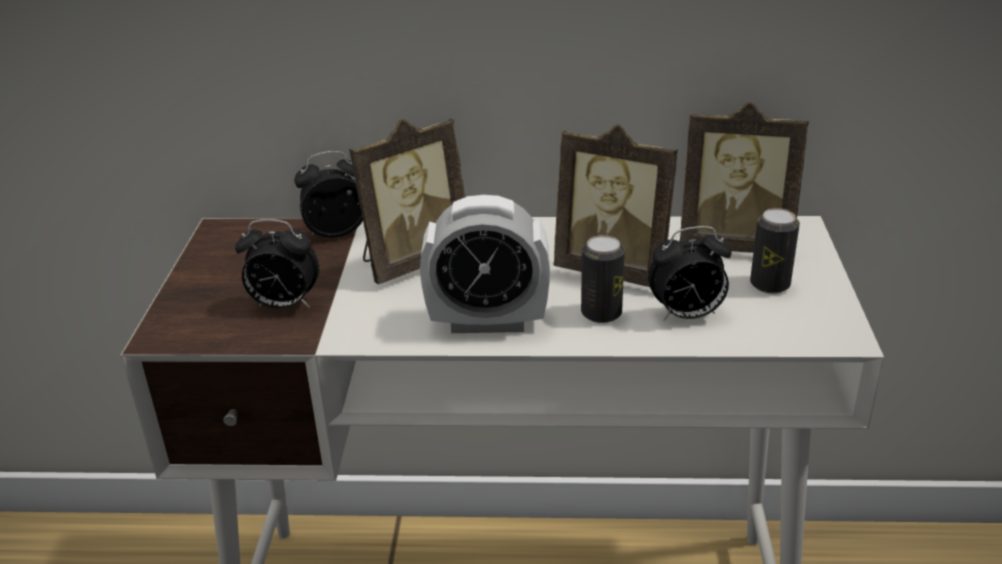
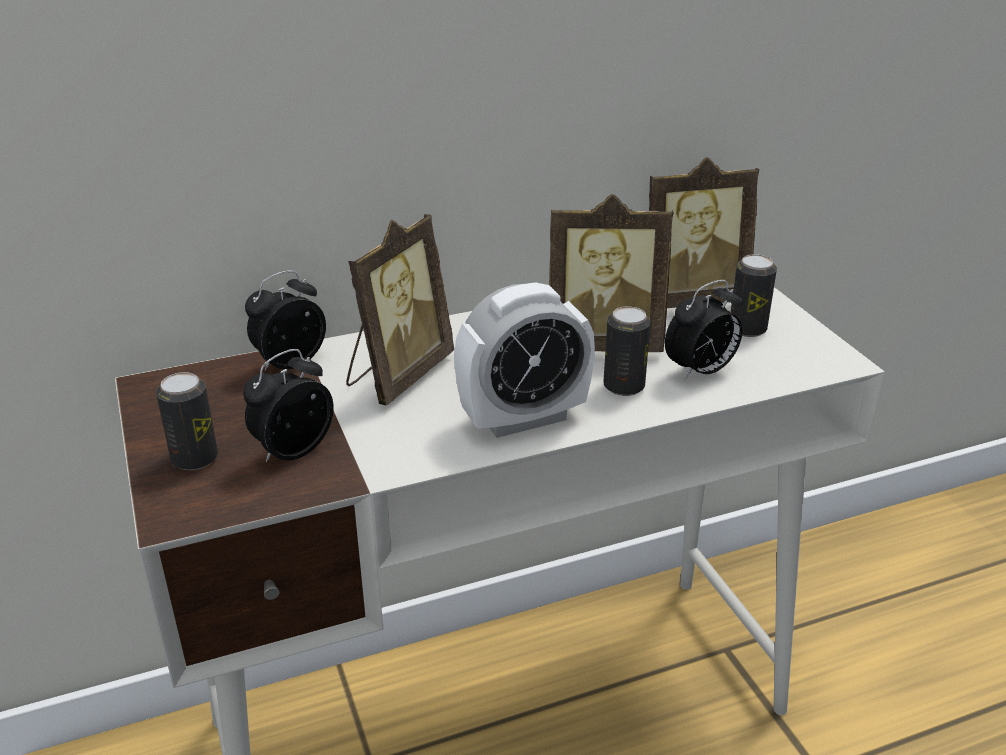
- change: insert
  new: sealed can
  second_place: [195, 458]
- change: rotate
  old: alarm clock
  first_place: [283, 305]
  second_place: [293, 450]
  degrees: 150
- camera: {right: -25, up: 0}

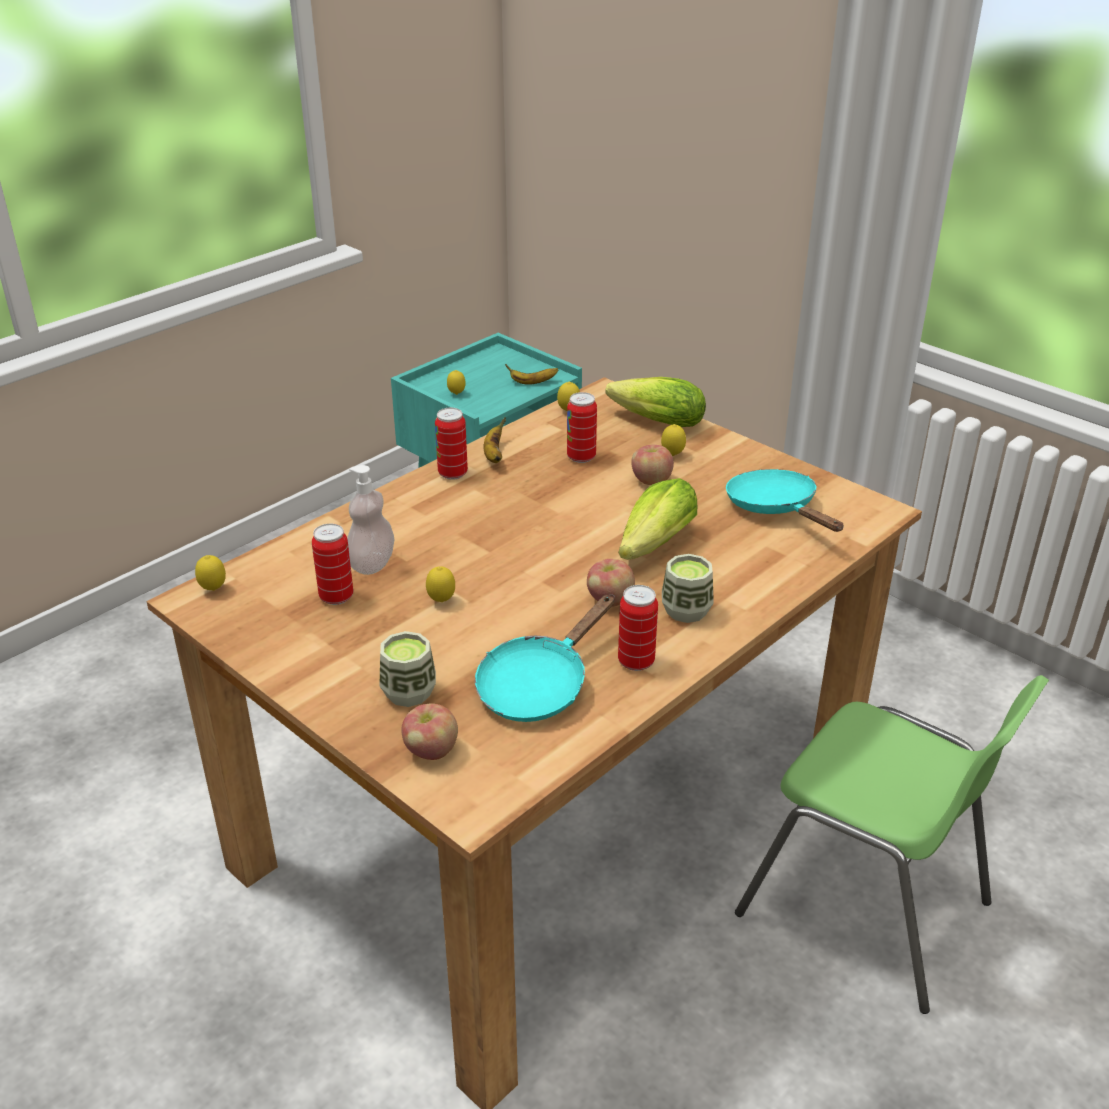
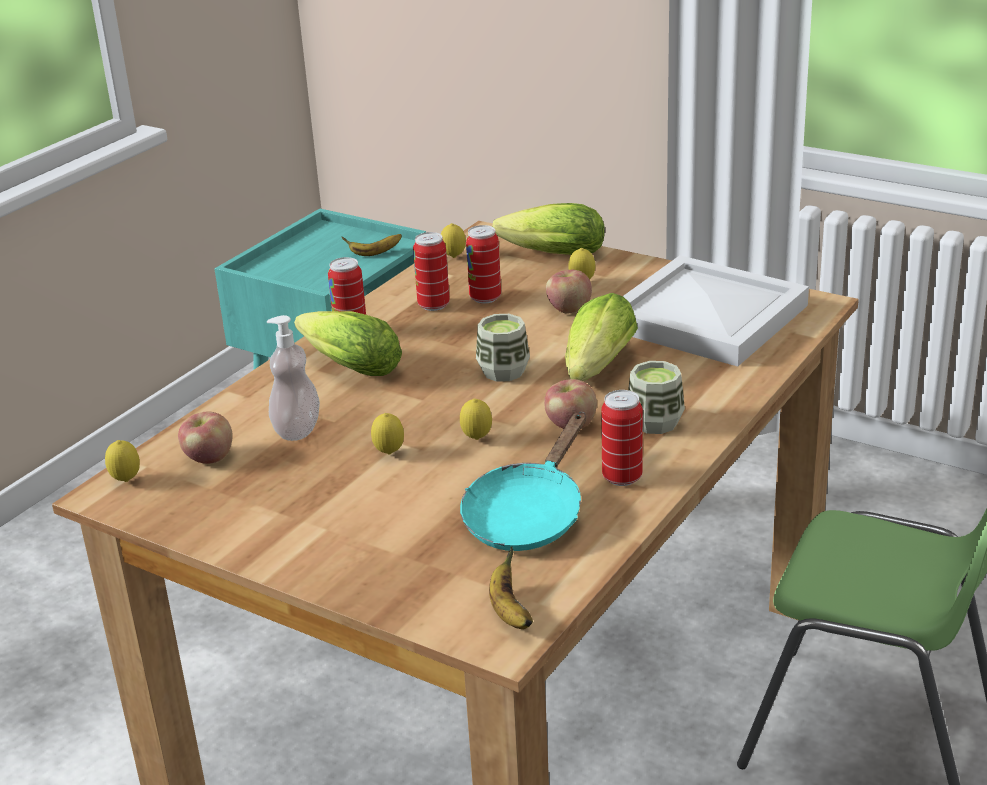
- change: insert
  new: lettuce
  second_place: [347, 366]
- change: move
  old: sealed can
  first_place: [336, 597]
  second_place: [433, 305]
- change: move
  old: cup
  first_place: [408, 692]
  second_place: [503, 371]
- change: move
  old: apple fruit
  first_place: [431, 751]
  second_place: [209, 458]
- change: move
  old: lemon
  first_place: [456, 394]
  second_place: [477, 439]
- change: move
  old: banana fruit
  first_place: [494, 455]
  second_place: [509, 612]
- change: replace
  old: blue-green frying pan
  new: white serving tray
  first_place: [776, 508]
  second_place: [710, 316]
- camera: {right: -10, up: -5}

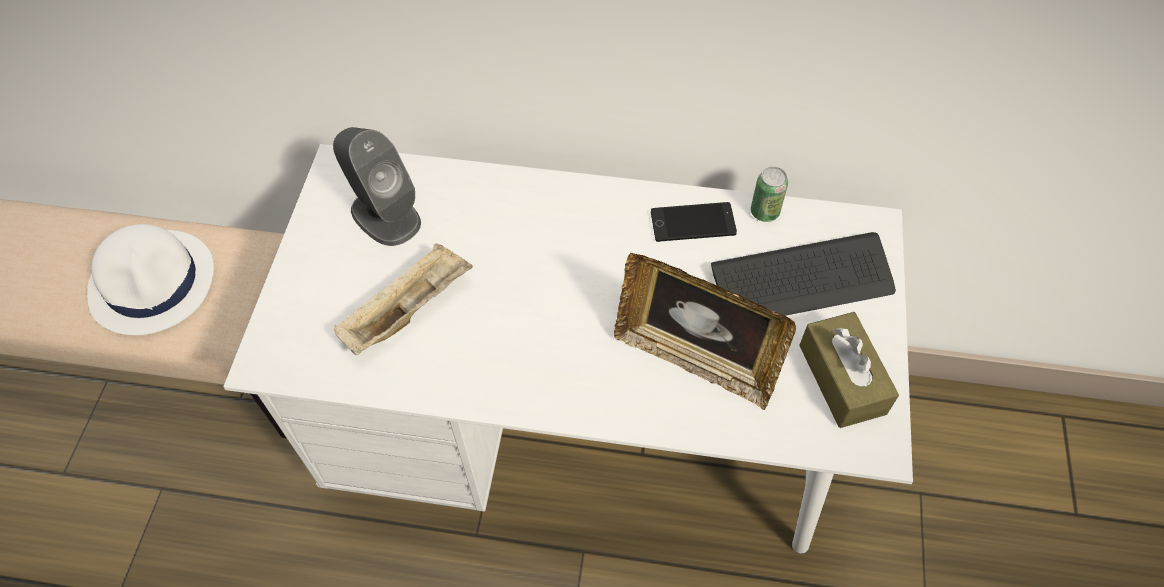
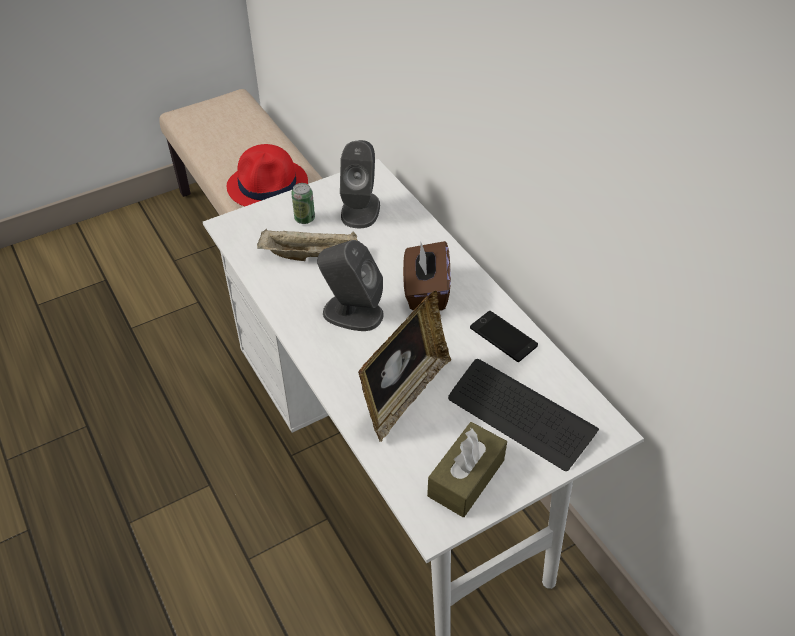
- change: insert
  new: gray speaker
  second_place: [352, 313]
- change: insert
  new: brown box of tissues
  second_place: [425, 291]
- change: move
  old: sealed can
  first_place: [764, 212]
  second_place: [304, 218]
- change: recolor
  old: white hat
  new: reddish hat
  first_place: [153, 282]
  second_place: [268, 185]
- change: rotate
  old: picture frame
  first_place: [695, 359]
  second_place: [404, 395]
  degrees: -135
- camera: {right: 50, up: -10}

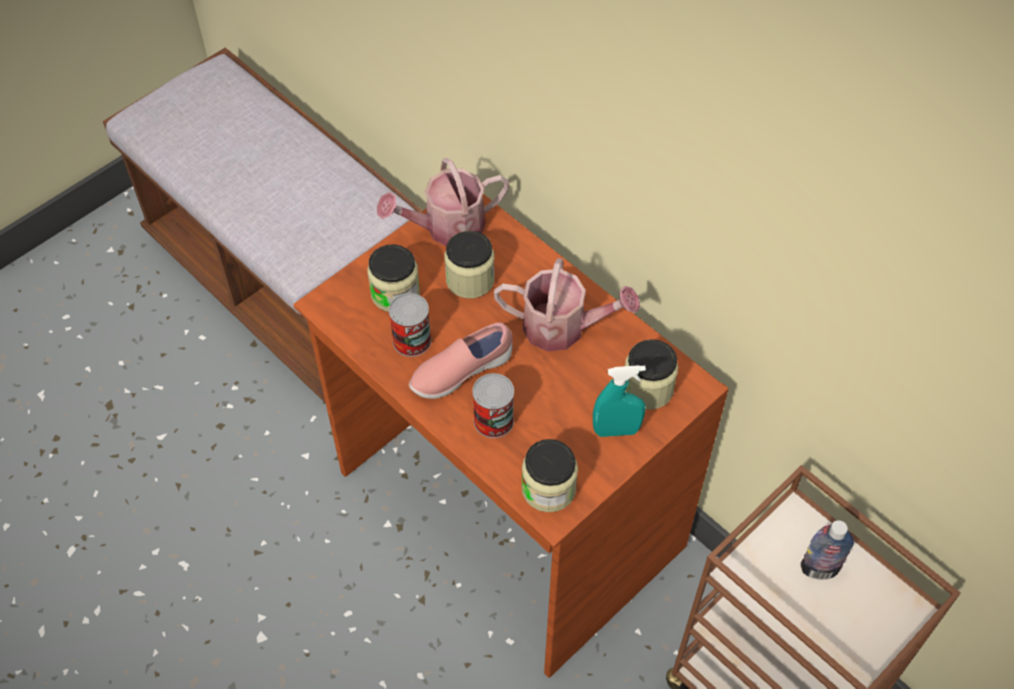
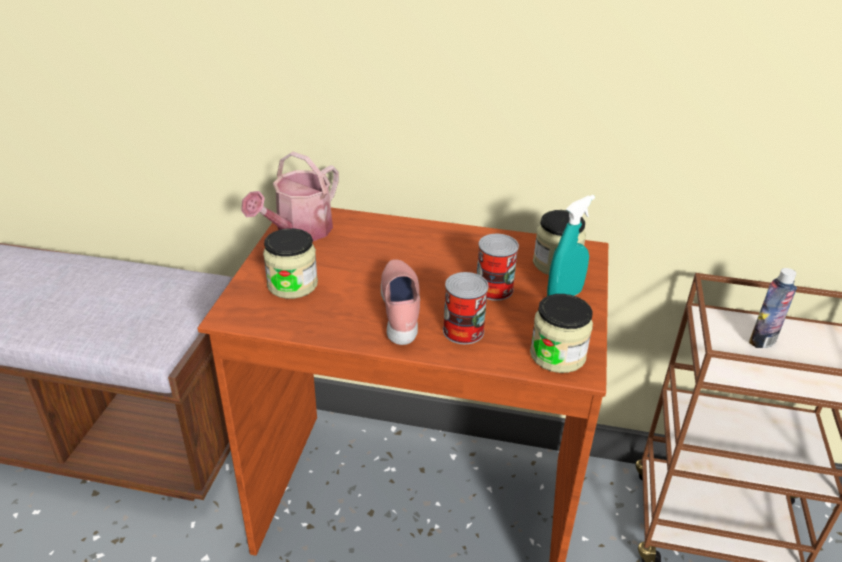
- change: delete
  old: jar
  first_place: [470, 280]
- change: delete
  old: watering can
  first_place: [563, 328]
- change: move
  old: sealed can
  first_place: [412, 340]
  second_place: [494, 289]
- change: rotate
  old: pink-coloured low shoe
  first_place: [460, 372]
  second_place: [401, 311]
  degrees: 150
- camera: {right: -35, up: -20}

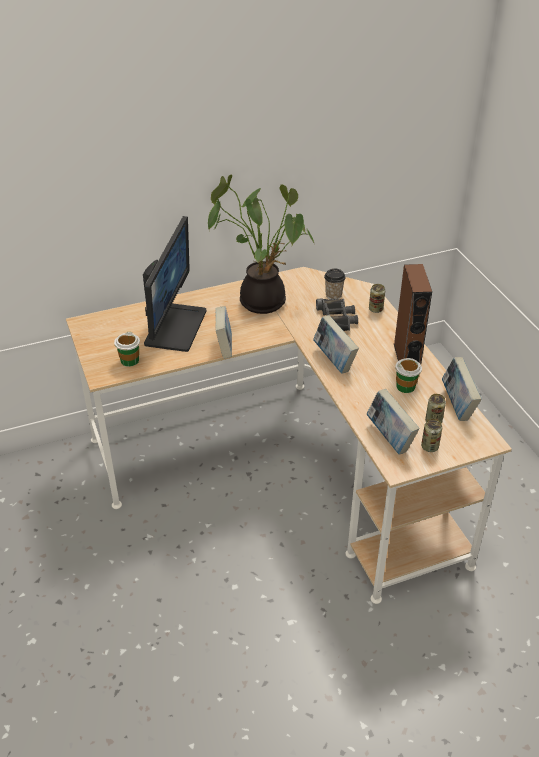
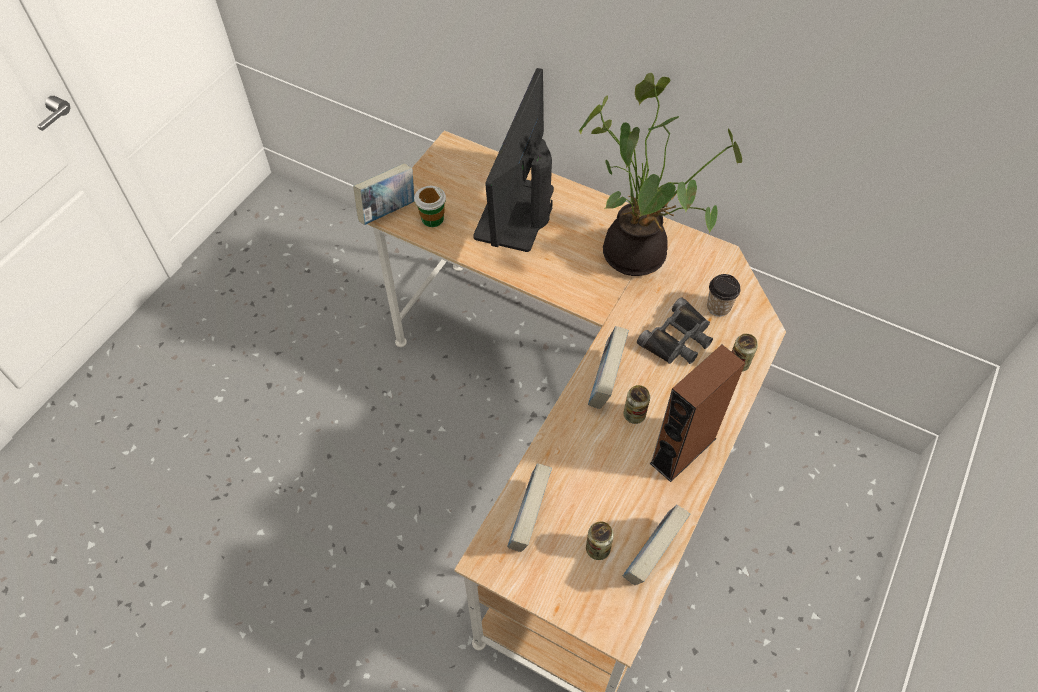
- change: delete
  old: cup
  first_place: [405, 386]
- change: move
  old: volume
  first_place: [224, 347]
  second_place: [388, 211]
- change: move
  old: sealed can
  first_place: [429, 447]
  second_place: [634, 415]
- change: rotate
  old: computer screen
  first_place: [174, 326]
  second_place: [516, 214]
  degrees: 135
- camera: {right: 50, up: 15}

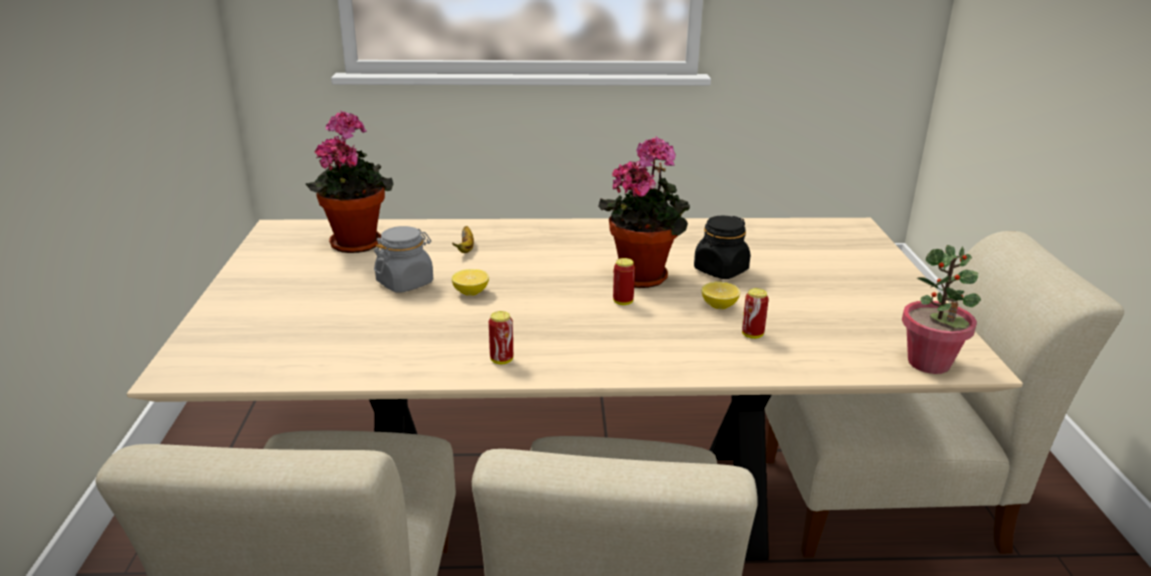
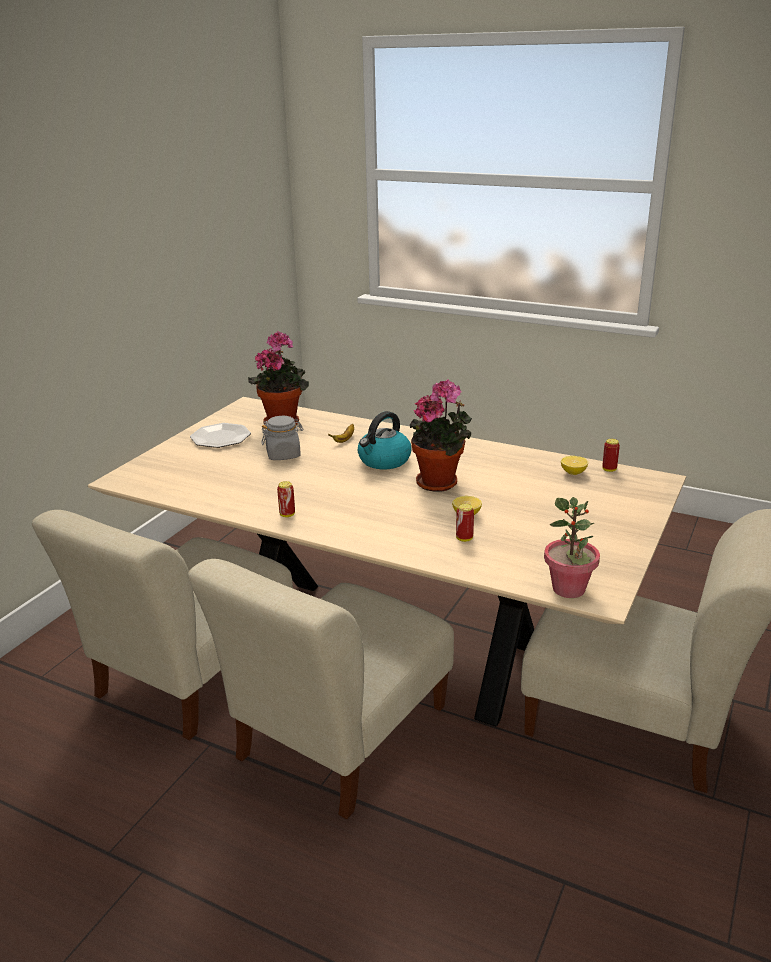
- change: delete
  old: black-coloured jar
  first_place: [720, 270]
- change: insert
  new: plate
  second_place: [220, 437]
- change: insert
  new: water kettle
  second_place: [384, 461]
- change: move
  old: lemon
  first_place: [471, 292]
  second_place: [573, 472]
- change: move
  old: sealed can
  first_place: [623, 302]
  second_place: [609, 469]
- camera: {right: 30, up: 0}

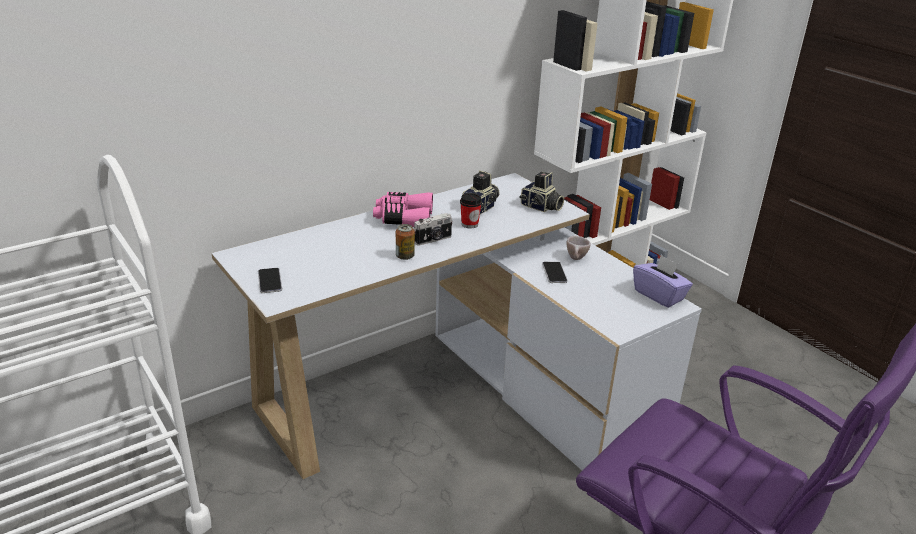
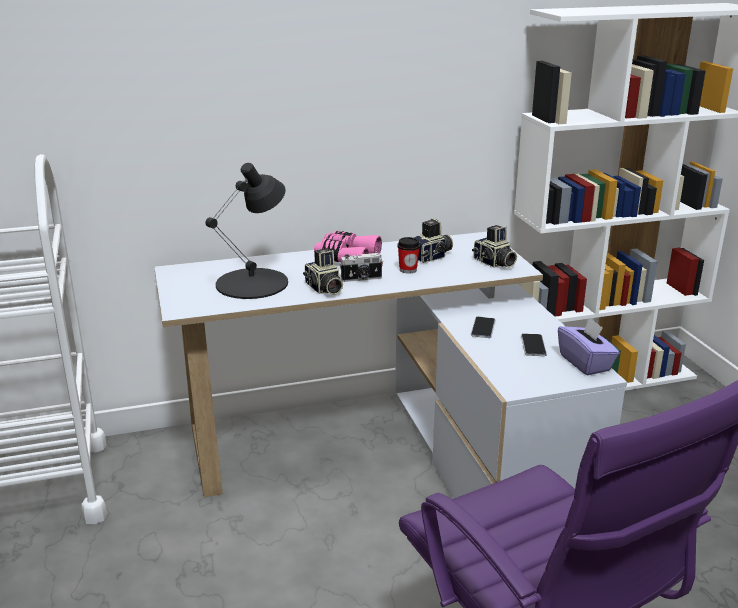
- change: delete
  old: beige-coloured cup
  first_place: [576, 259]
- change: insert
  new: black-coloured table lamp
  second_place: [253, 283]
- change: move
  old: telephone
  first_place: [269, 281]
  second_place: [533, 346]
- change: replace
  old: sealed can
  new: still camera
  first_place: [405, 256]
  second_place: [323, 289]
- camera: {right: 20, up: -5}

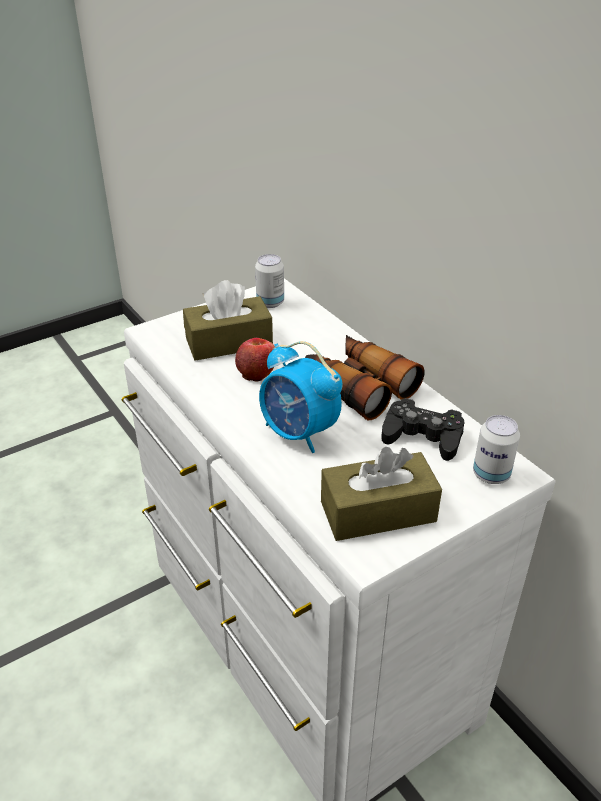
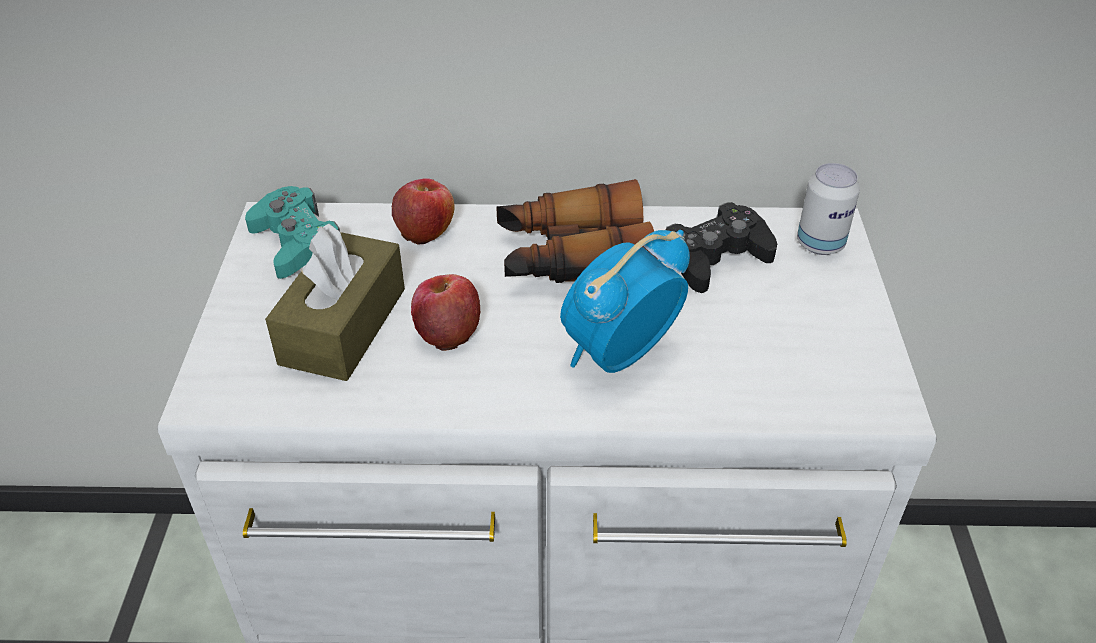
- change: delete
  old: brown box of tissues
  first_place: [378, 511]
- change: insert
  new: apple fruit
  second_place: [425, 230]
- change: replace
  old: sealed can
  new: blue-green joypad
  first_place: [270, 303]
  second_place: [296, 242]
- change: rotate
  old: alarm clock
  first_place: [299, 433]
  second_place: [618, 354]
  degrees: 150
- camera: {right: -55, up: 5}

